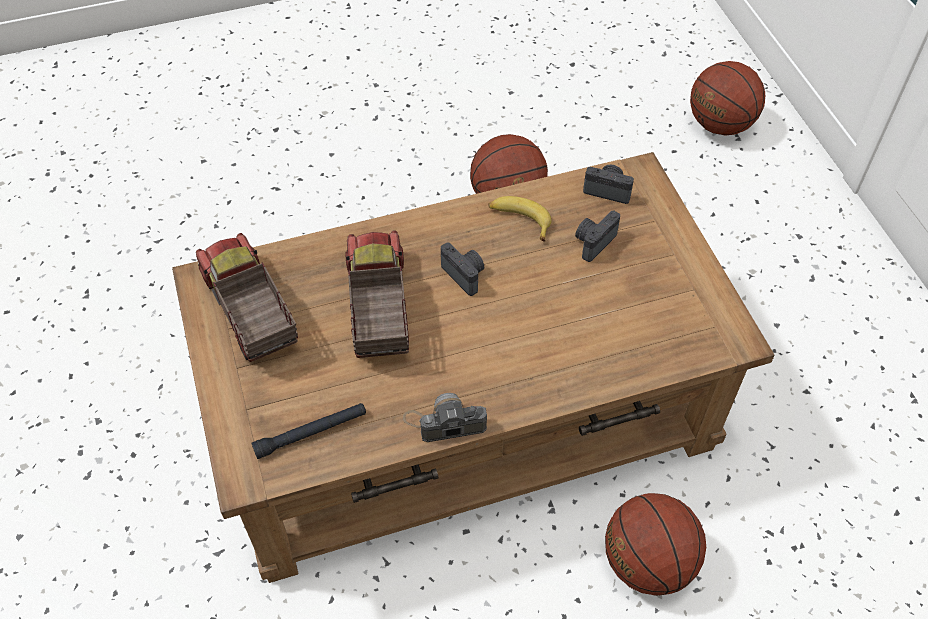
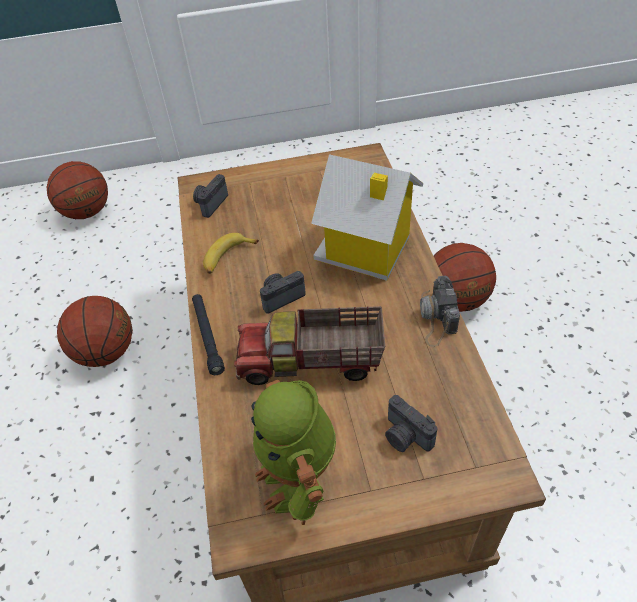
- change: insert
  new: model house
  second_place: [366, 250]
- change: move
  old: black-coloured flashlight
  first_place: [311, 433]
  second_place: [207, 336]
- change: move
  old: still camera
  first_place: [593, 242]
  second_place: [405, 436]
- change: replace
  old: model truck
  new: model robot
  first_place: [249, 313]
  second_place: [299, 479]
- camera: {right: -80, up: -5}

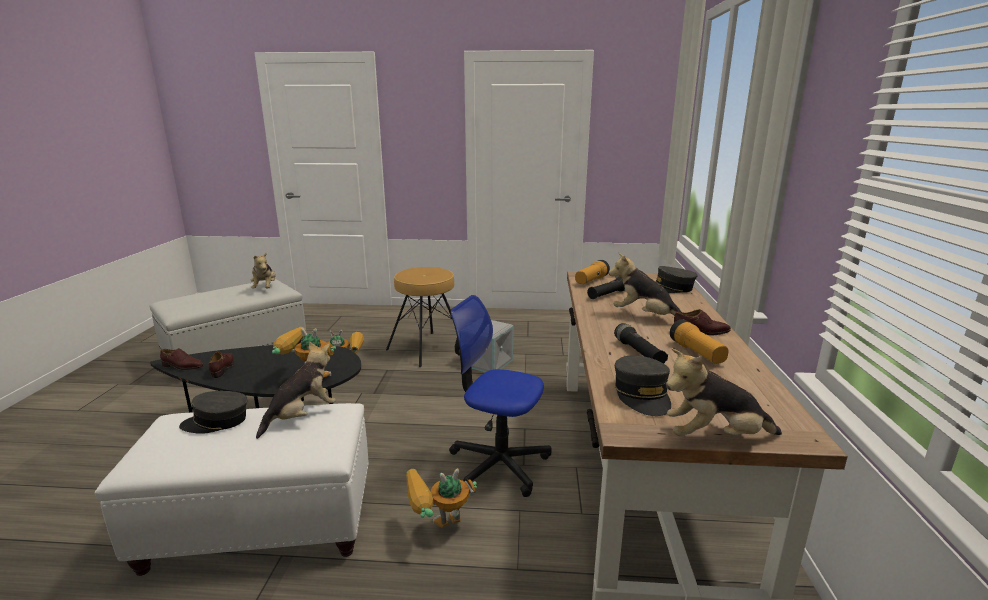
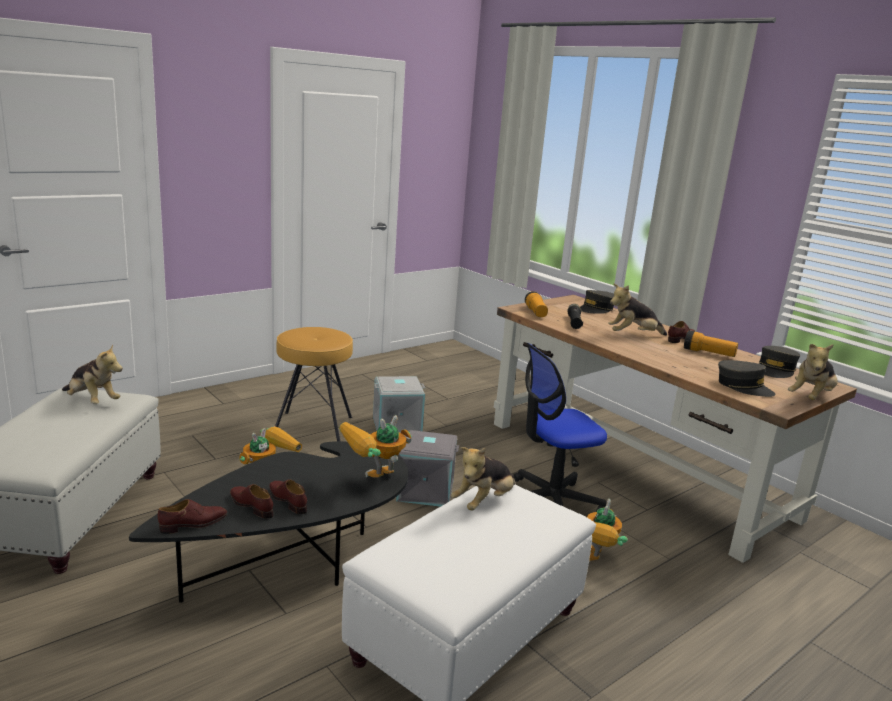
- change: delete
  old: black-coloured flashlight
  first_place: [638, 353]
- change: insert
  new: brown low shoe
  second_place: [288, 500]
- change: insert
  new: gray storage box
  second_place: [426, 490]
- change: move
  old: gray peaked cap
  first_place: [216, 422]
  second_place: [775, 370]
- change: rotate
  old: plush toy
  first_place: [302, 416]
  second_place: [484, 502]
  degrees: -135
- camera: {right: -45, up: 0}

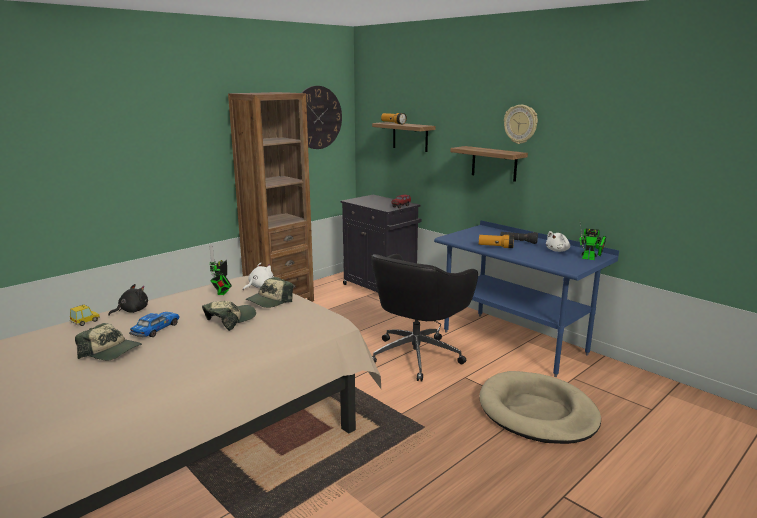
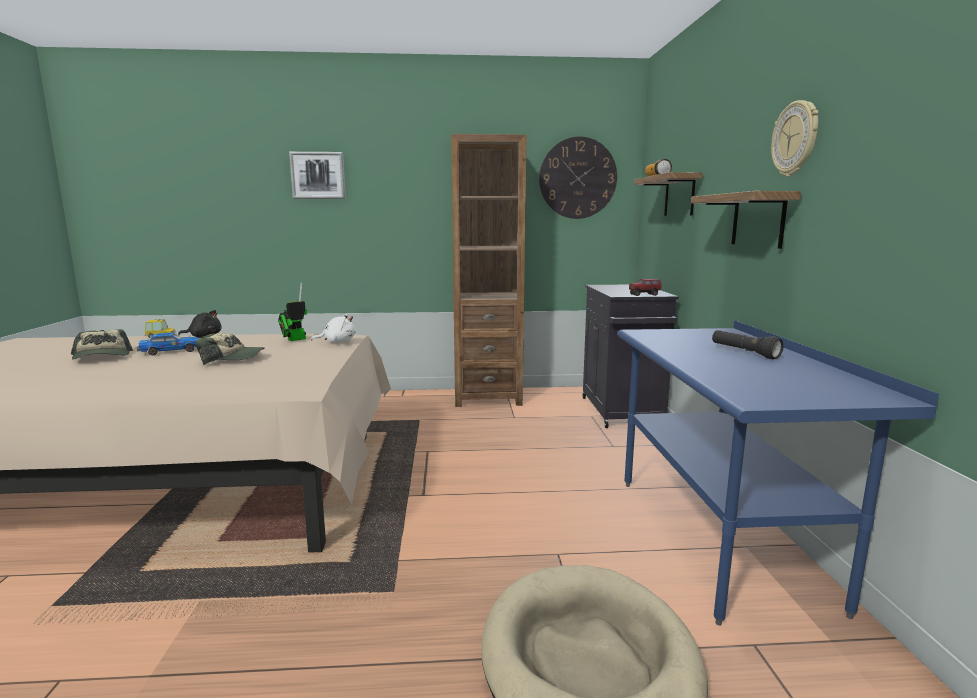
- change: delete
  old: peaked cap
  first_place: [269, 301]
- change: delete
  old: black-coloured computer chair
  first_place: [417, 355]
- change: delete
  old: flashlight
  first_place: [495, 247]
- change: delete
  old: white plush toy
  first_place: [558, 250]
- change: delete
  old: model robot
  first_place: [590, 258]
- change: insert
  new: wall picture
  second_place: [318, 175]
- camera: {right: 40, up: -5}

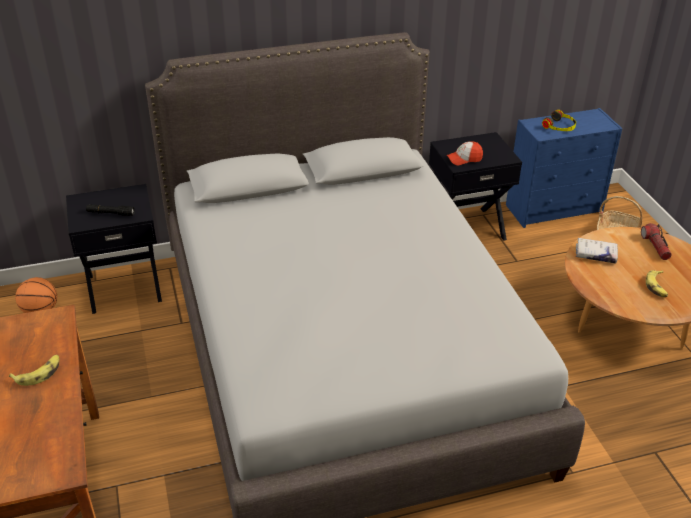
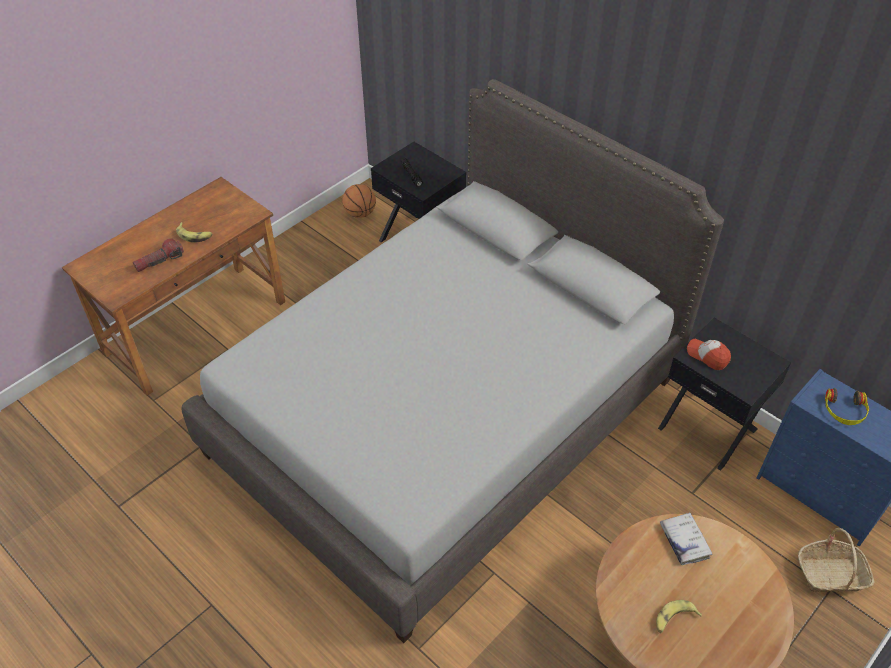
- change: move
  old: flashlight
  first_place: [655, 246]
  second_place: [159, 261]
- camera: {right: 60, up: 10}

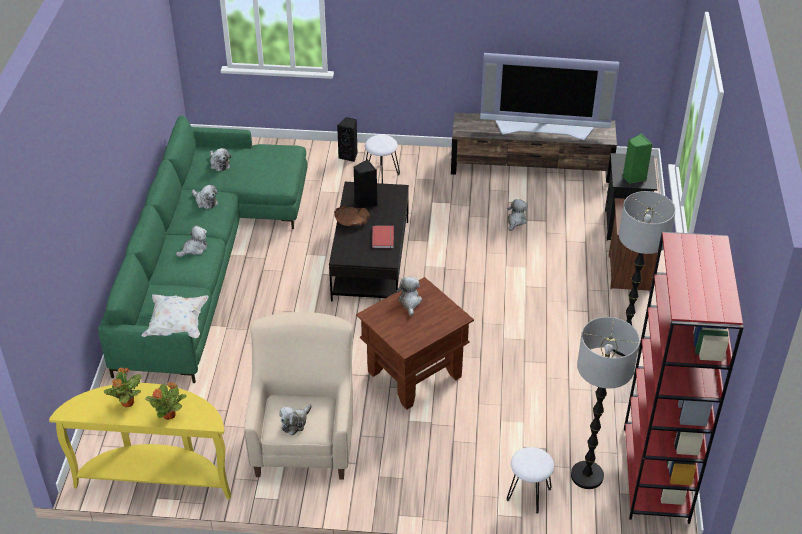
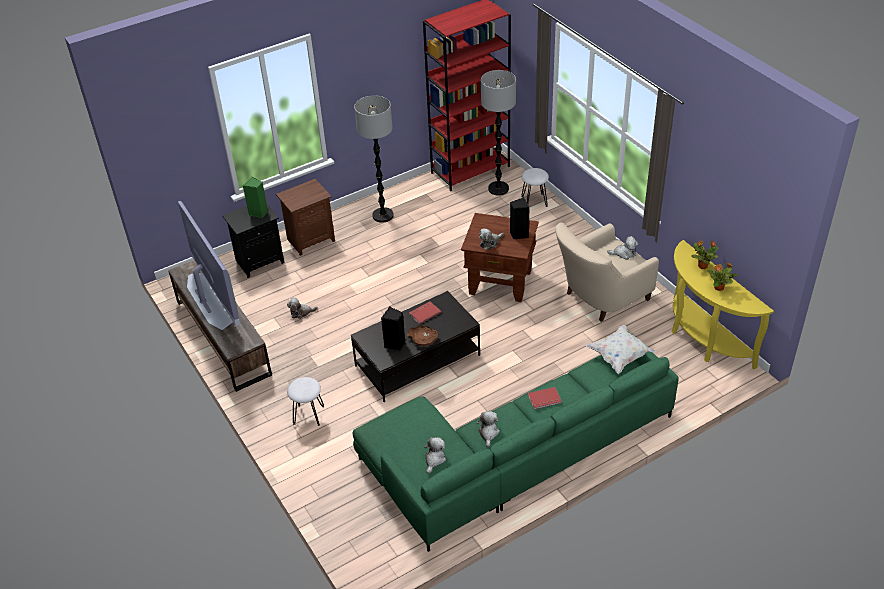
- change: move
  old: black-coloured speaker
  first_place: [349, 156]
  second_place: [519, 234]
- change: replace
  old: plush toy
  new: reddish volume
  first_place: [194, 249]
  second_place: [545, 399]
- camera: {right: -125, up: 0}

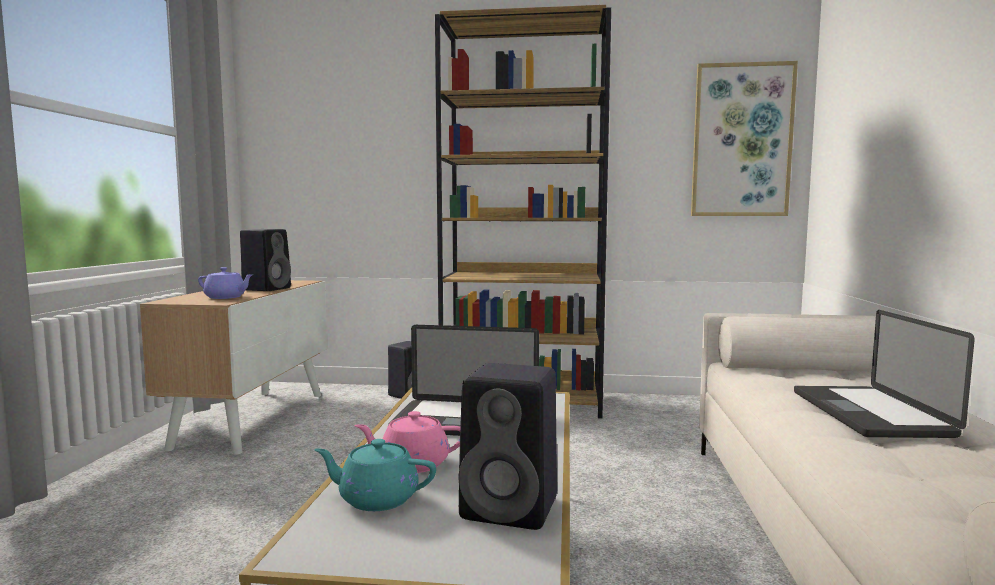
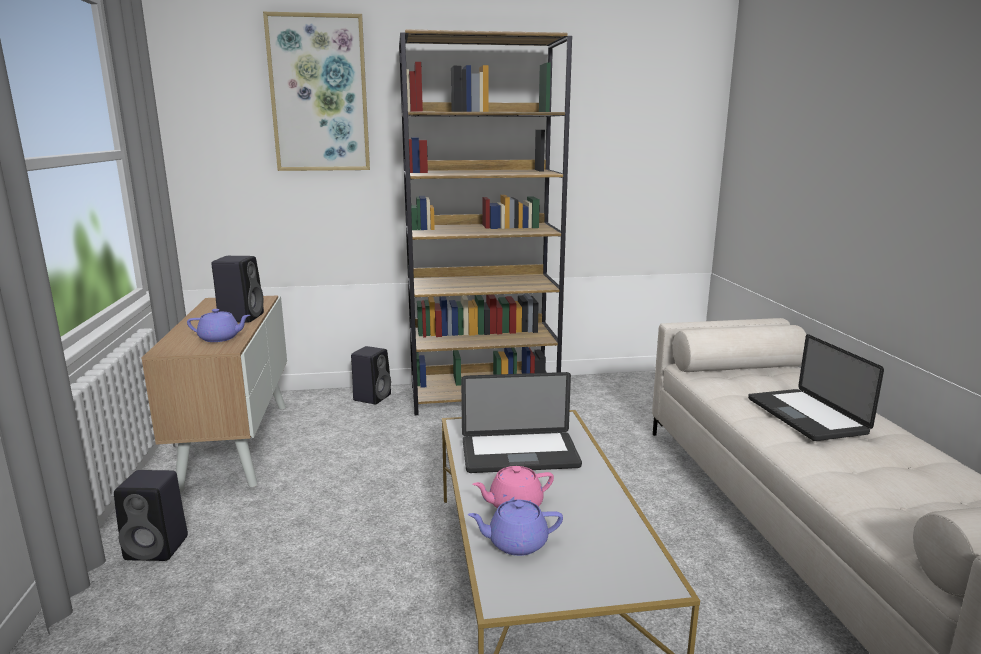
- change: move
  old: black-coloured speaker
  first_place: [513, 508]
  second_place: [159, 548]
- change: move
  old: wall picture
  first_place: [741, 141]
  second_place: [319, 94]
- change: recolor
  old: blue-green tea pot
  new: purple tea pot
  first_place: [376, 499]
  second_place: [516, 543]
- camera: {right: -15, up: 10}

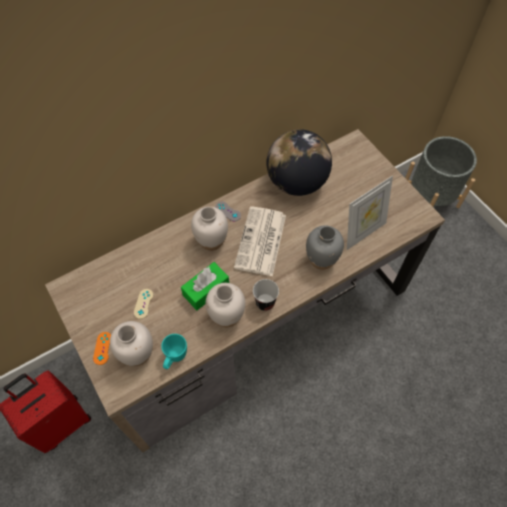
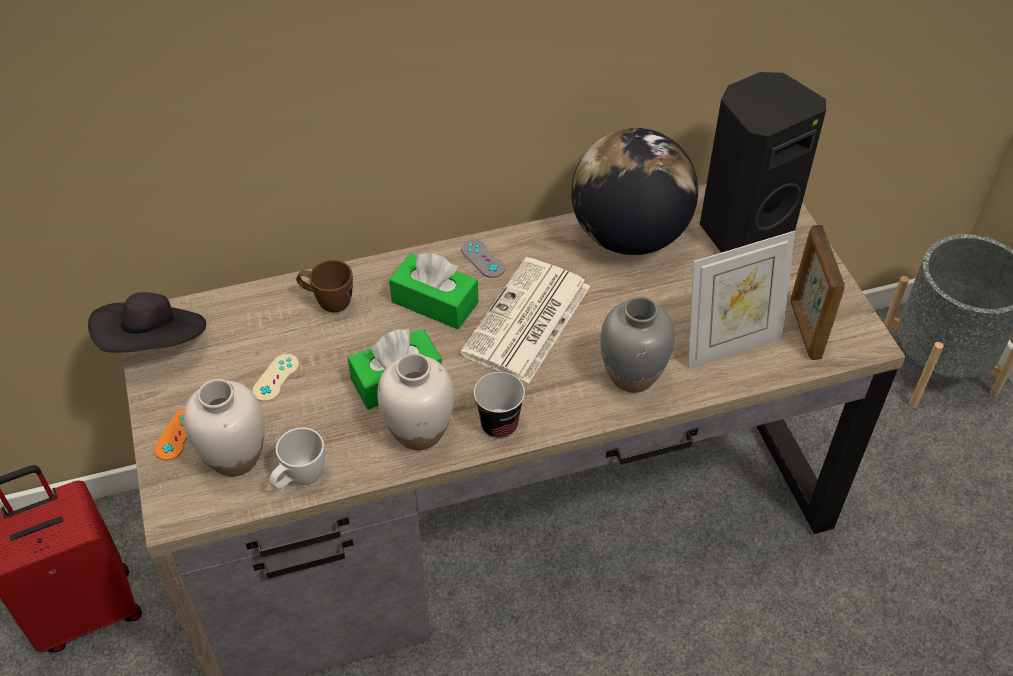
- change: insert
  new: black-coloured hat
  second_place: [155, 344]
- change: insert
  new: brown tea mug
  second_place: [327, 302]
- change: insert
  new: black-coloured speaker
  second_place: [743, 228]
- change: insert
  new: picture frame
  second_place: [804, 329]
- change: replace
  old: white flower vase
  new: greenish box of tissues
  first_place: [211, 241]
  second_place: [434, 302]
- change: recolor
  old: blue-green tea mug
  new: white tea mug
  first_place: [174, 358]
  second_place: [299, 480]
- camera: {right: 15, up: -10}

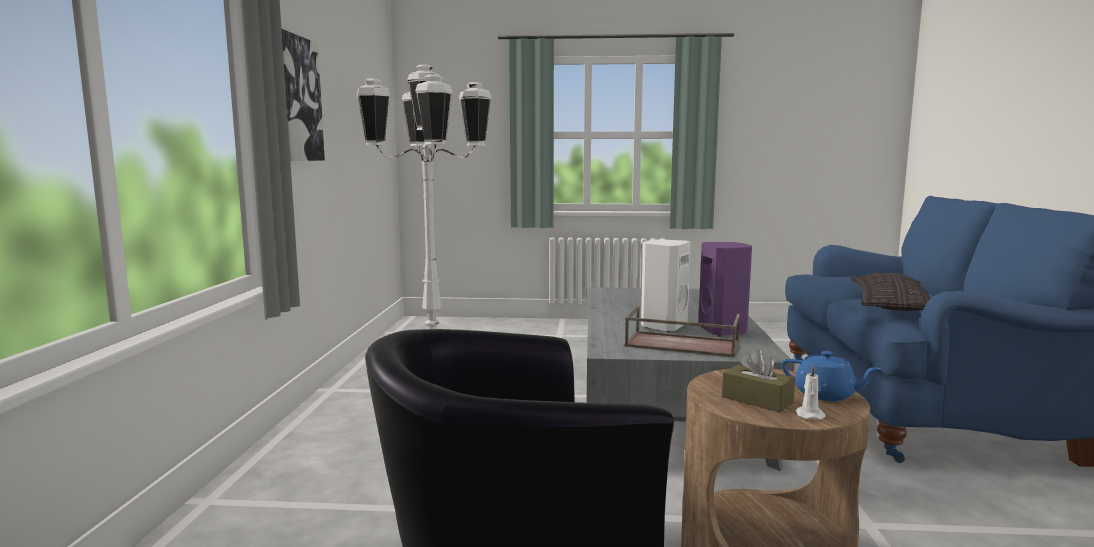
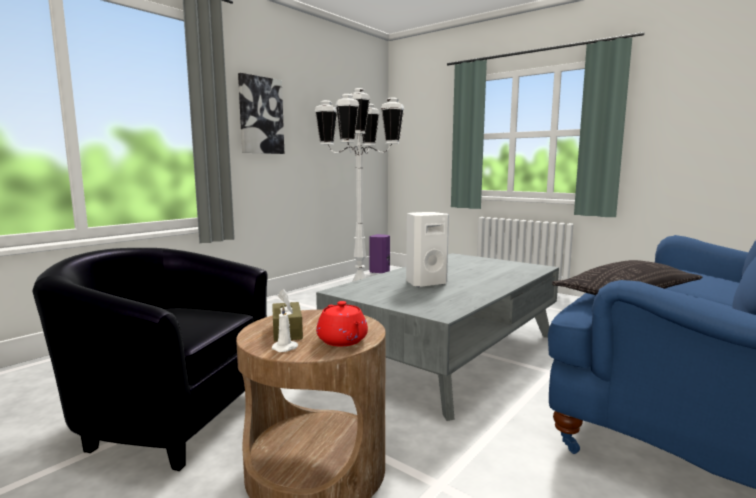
- change: delete
  old: brown serving tray
  first_place: [680, 344]
- change: move
  old: purple speaker
  first_place: [724, 331]
  second_place: [380, 272]
- change: recolor
  old: bluish tea pot
  new: reddish tea pot
  first_place: [826, 395]
  second_place: [342, 341]
- camera: {right: 35, up: 0}

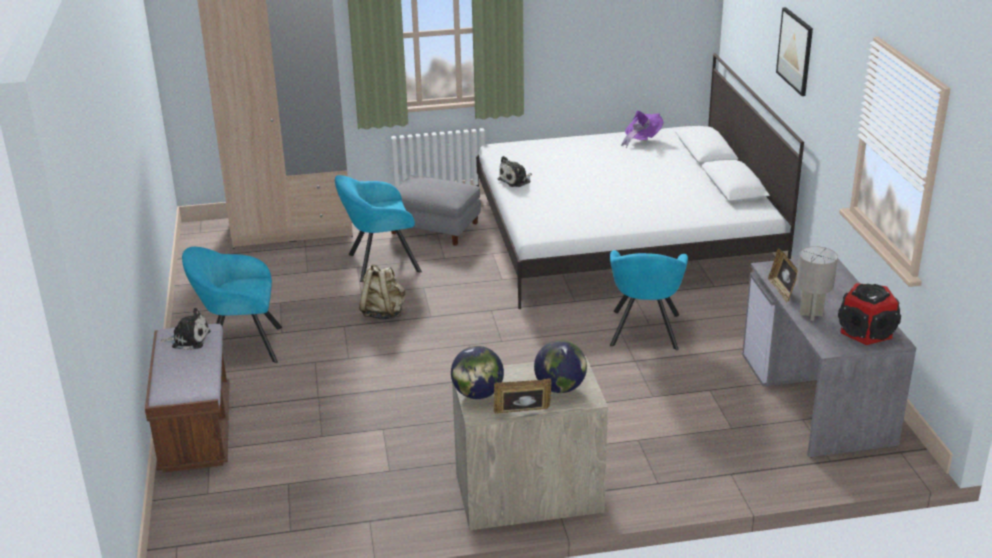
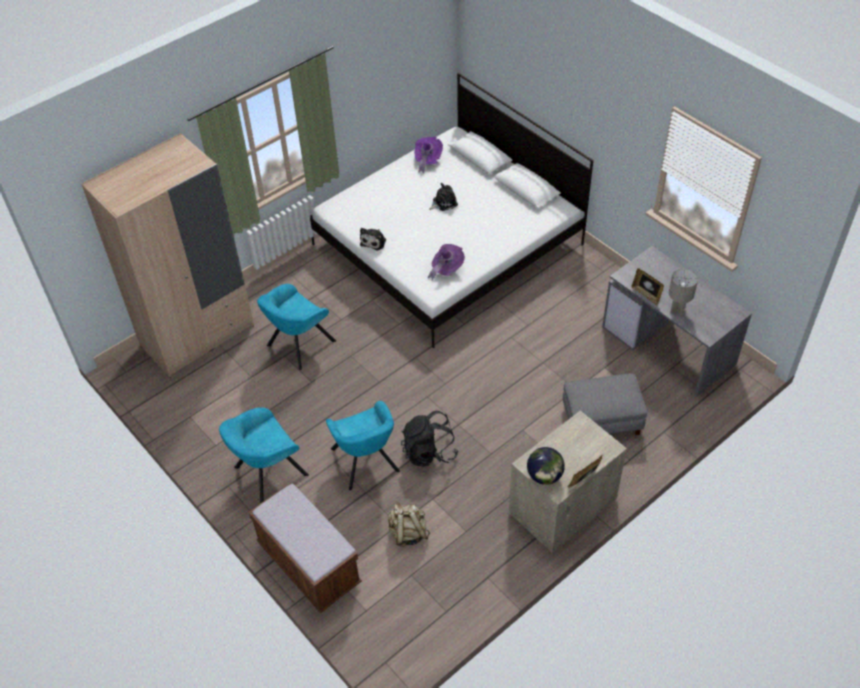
- change: delete
  old: globe
  first_place: [560, 388]
- change: delete
  old: wall picture
  first_place: [795, 51]
- change: delete
  old: speaker
  first_place: [866, 332]
- change: insert
  new: black-coloured knapsack
  second_place: [429, 452]
- change: insert
  new: purple hat
  second_place: [446, 269]
- change: move
  old: plush toy
  first_place: [188, 339]
  second_place: [443, 202]
- change: move
  old: beige-coloured knapsack
  first_place: [383, 313]
  second_place: [408, 533]
- change: move
  old: gray pouffe
  first_place: [434, 228]
  second_place: [601, 420]
- change: move
  old: blue-green easy chair
  first_place: [644, 332]
  second_place: [366, 463]
- camera: {right: -30, up: 20}

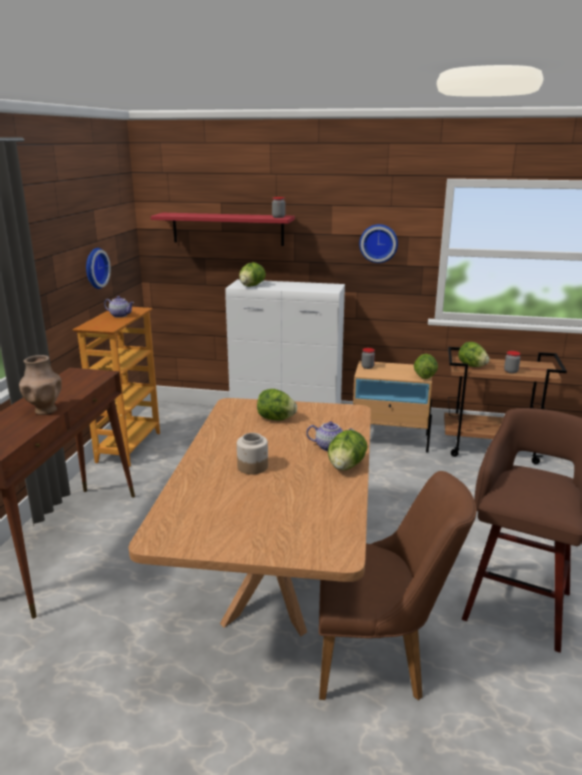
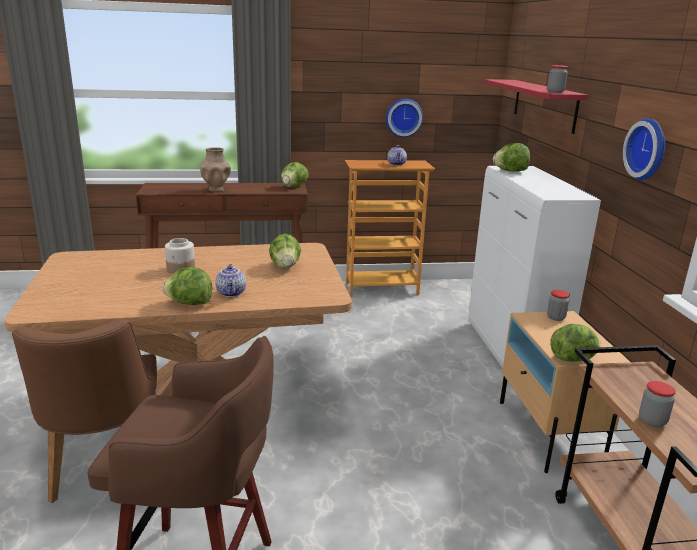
- change: move
  old: lettuce
  first_place: [472, 366]
  second_place: [293, 187]
- camera: {right: 70, up: 0}

